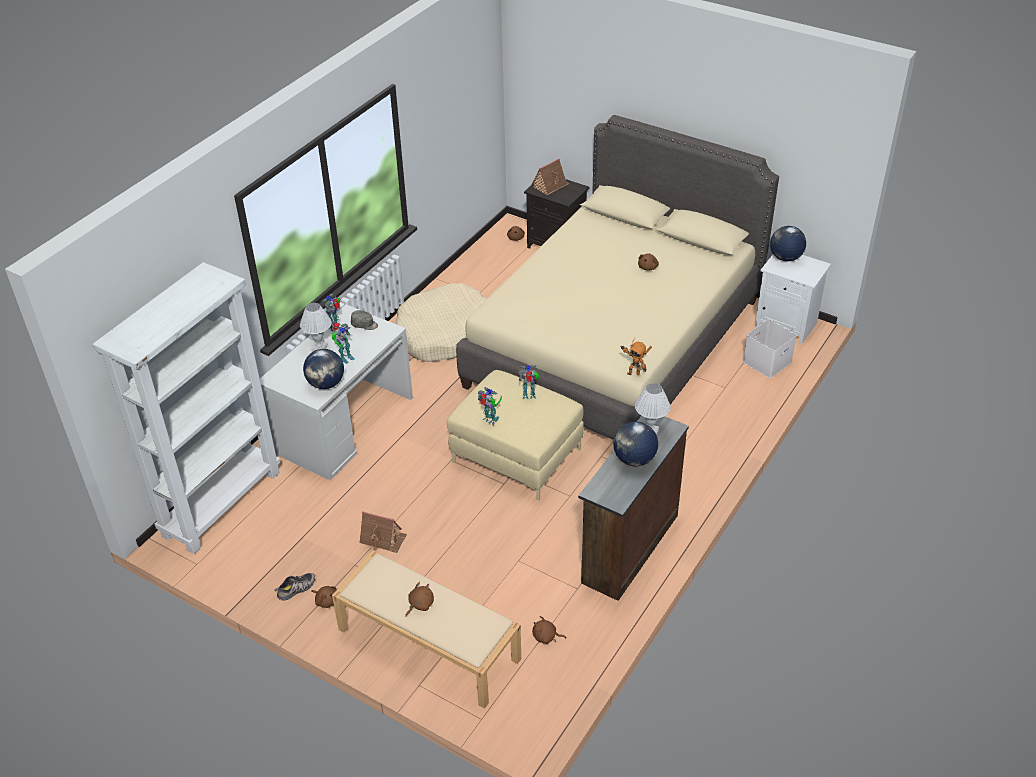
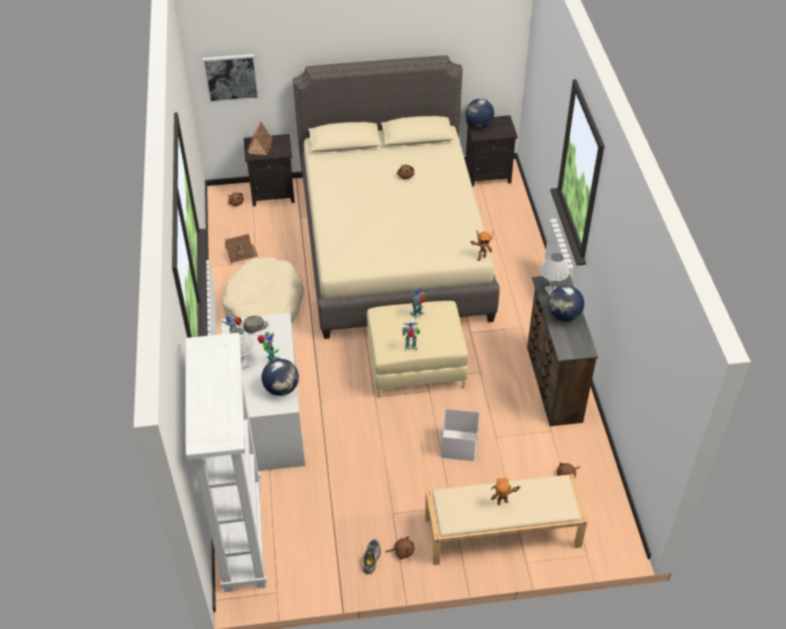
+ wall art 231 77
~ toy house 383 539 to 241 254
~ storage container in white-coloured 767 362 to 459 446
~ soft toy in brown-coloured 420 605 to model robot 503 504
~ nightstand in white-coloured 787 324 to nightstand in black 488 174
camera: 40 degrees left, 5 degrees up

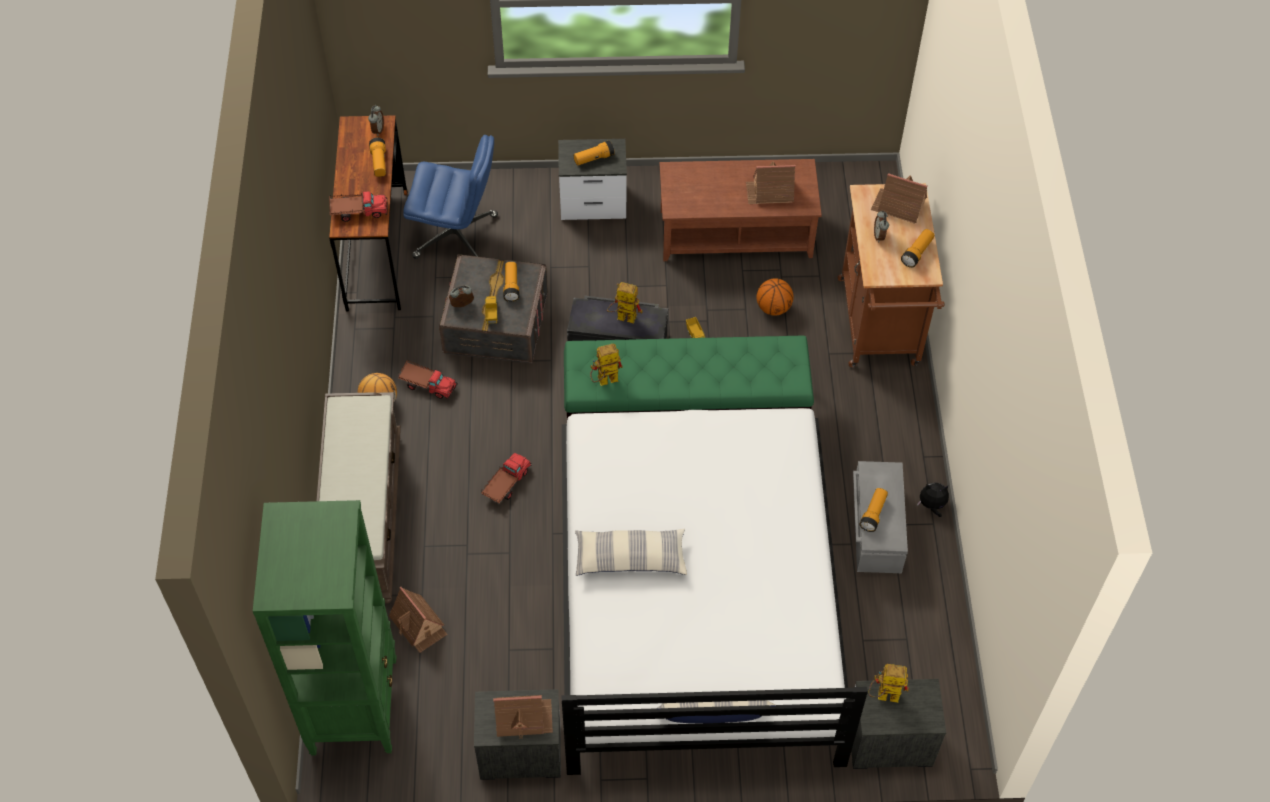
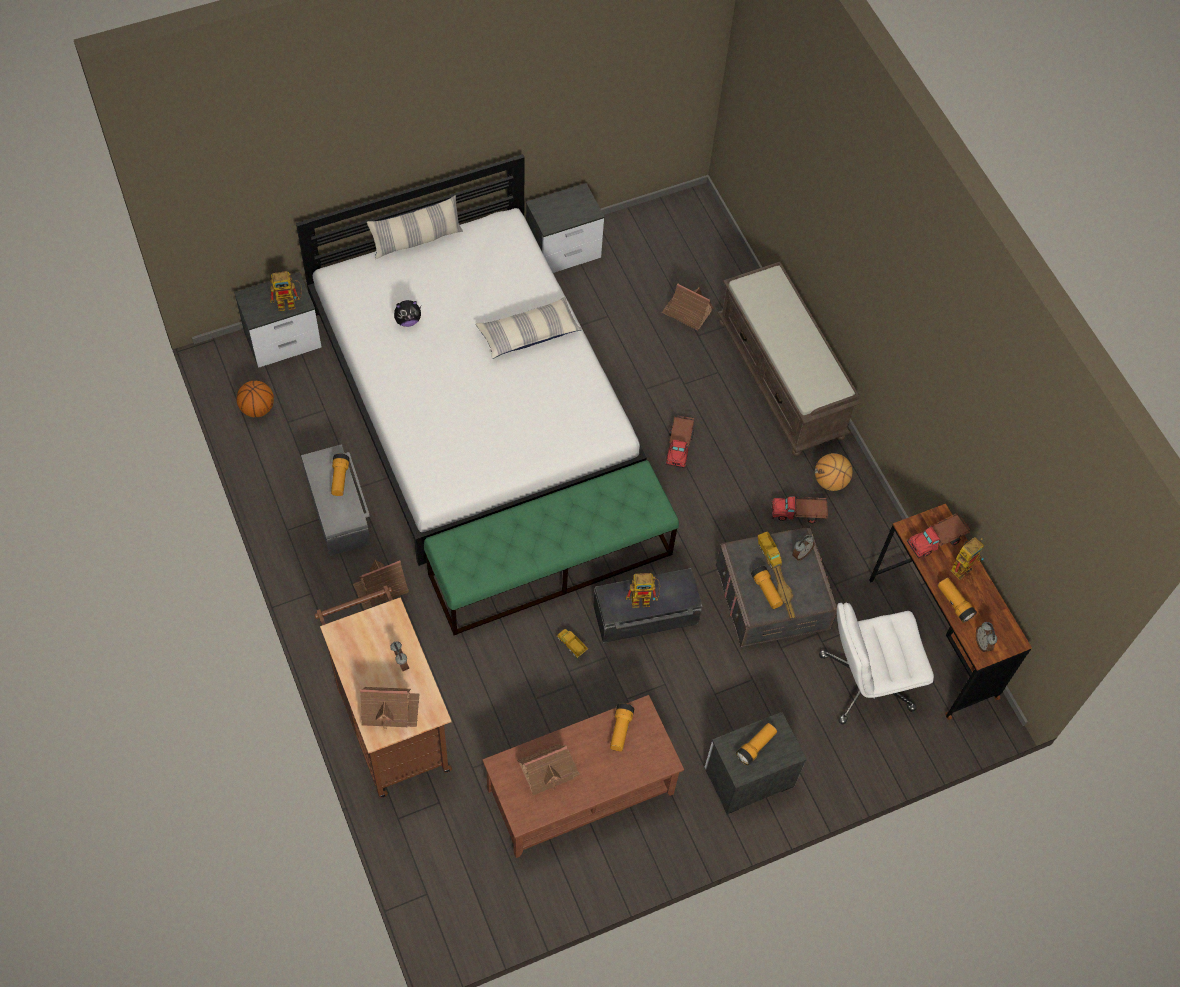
- bookcase in green-coloured 354 705
~ toy house 523 717 to 381 587
~ model robot 604 381 to 963 565
~ ball for basketball 773 308 to 257 408
~ flashlight 917 253 to 620 730
~ soft toy 932 506 to 407 320
~ office chair in bluish 457 236 to office chair in white-coloured 865 682
camera: 155 degrees right, 5 degrees up

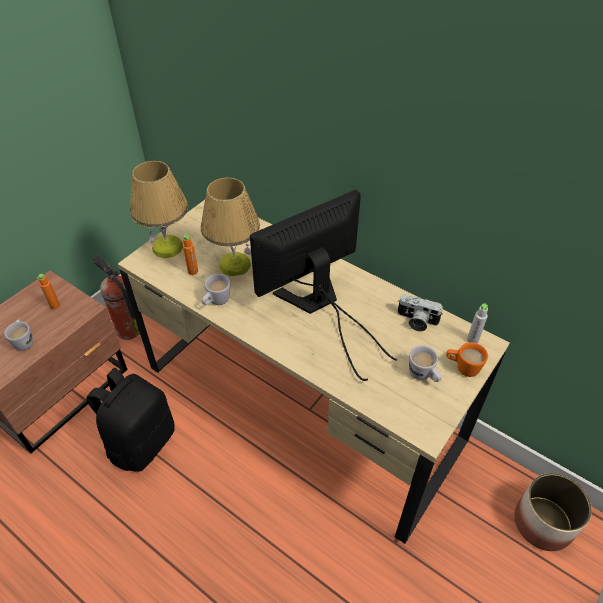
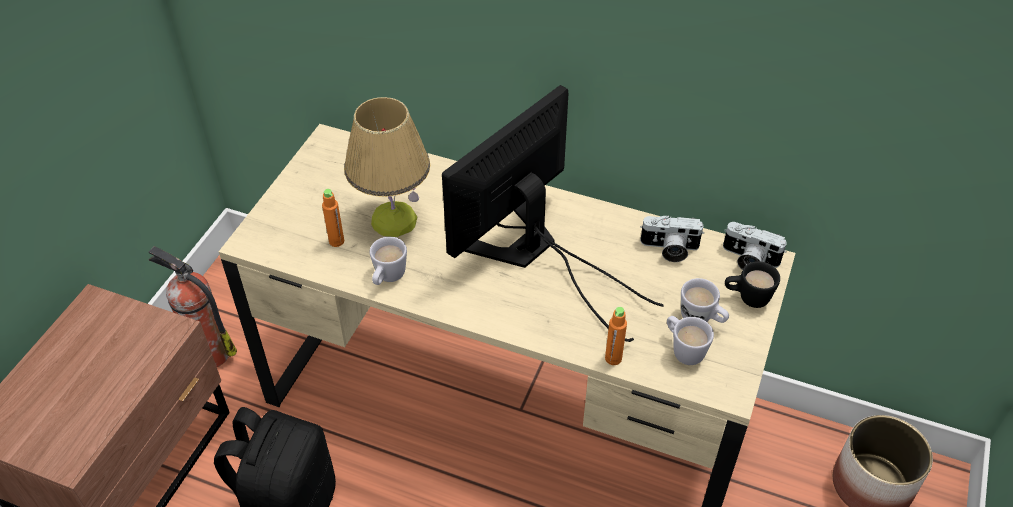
- lamp for a table 168 247
~ mug in white-coloured 24 341 to 683 350
~ bottle in orange-coloured 55 306 to 613 358
~ bottle in greyish 472 340 to photo camera 748 260
~ mug in orange-coloured 462 367 to mug in black 747 298
camera: 15 degrees left, 0 degrees up

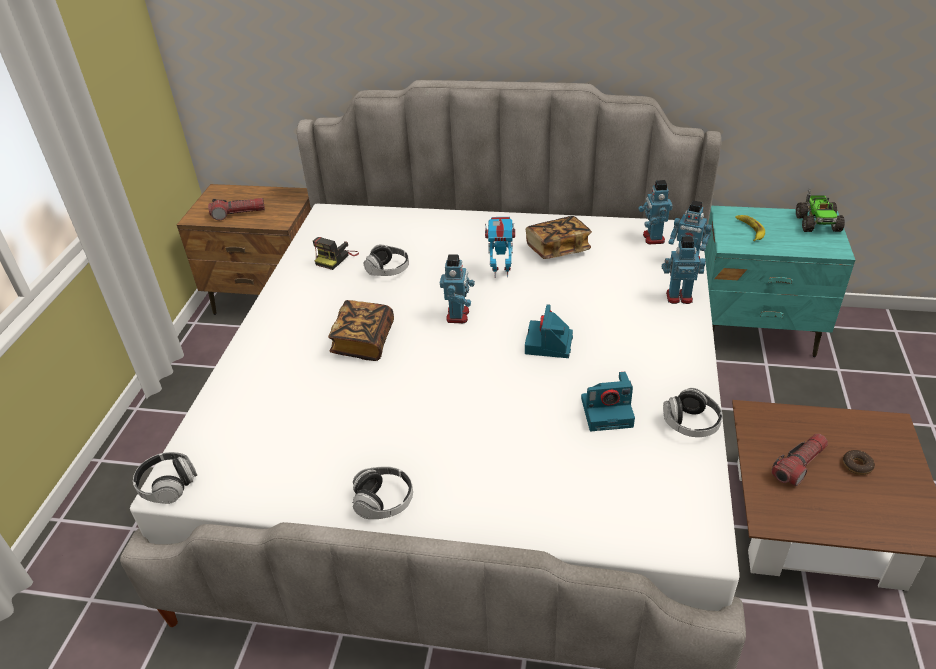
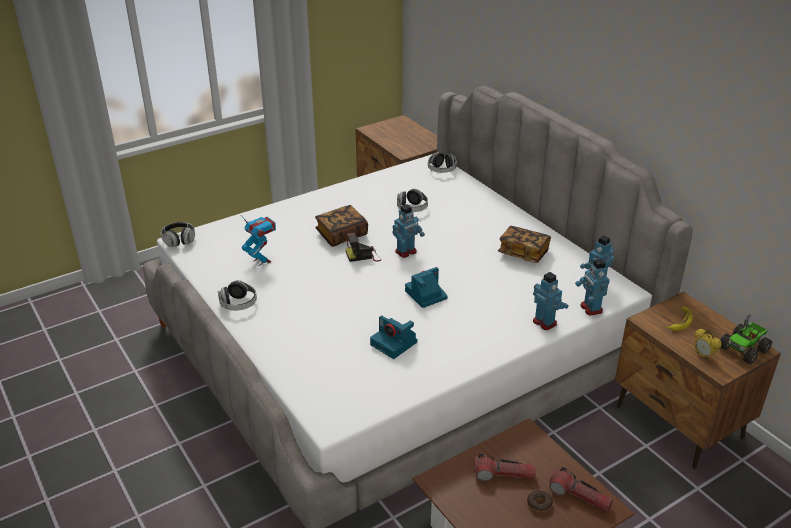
+ table clock 703 355
~ flashlight 238 213 to 579 497
~ photo camera 336 258 to 363 255
~ model robot 501 272 to 261 261
~ pair of headphones 691 424 to 442 170
~ nightstand in turquoise-coloured 756 329 to nightstand in brown-coloured 679 423
camera: 45 degrees right, 5 degrees down

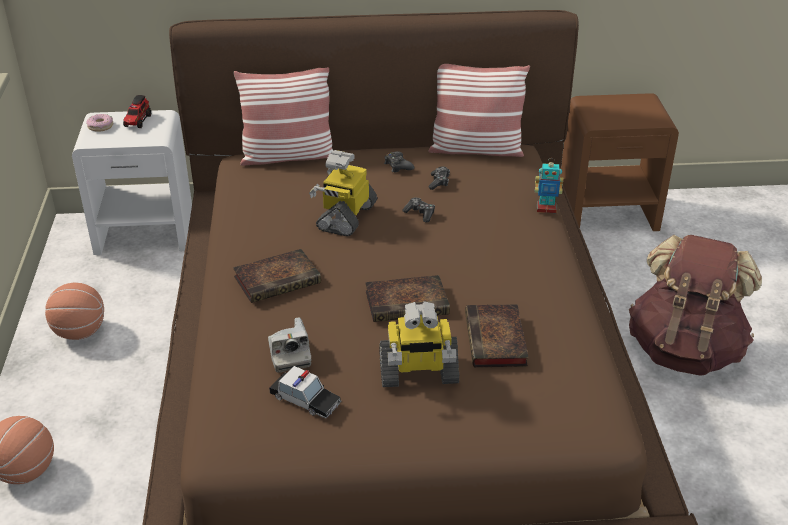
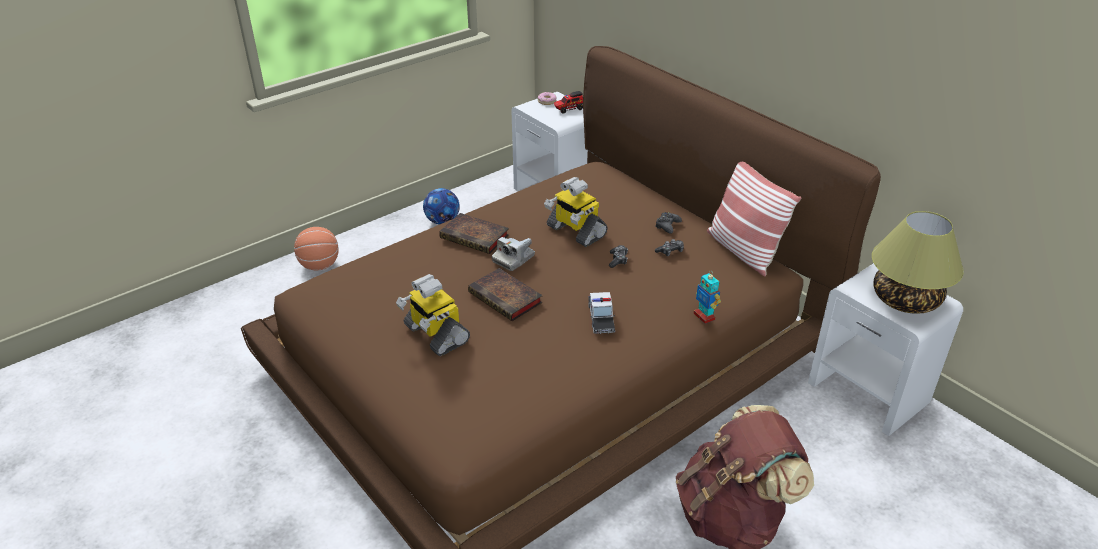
- pillow 288 156
- bound book 496 341
+ lamp for a table 905 300
~ photo camera 289 354 to 513 259
~ miniature car 305 400 to 601 318
~ ball for basketball 79 332 to football 442 221
~ nightstand in brown-coloured 608 213 to nightstand in white-coloured 869 392
~ model robot 346 216 = 575 231 120 degrees counterclockwise
camera: 55 degrees right, 0 degrees up

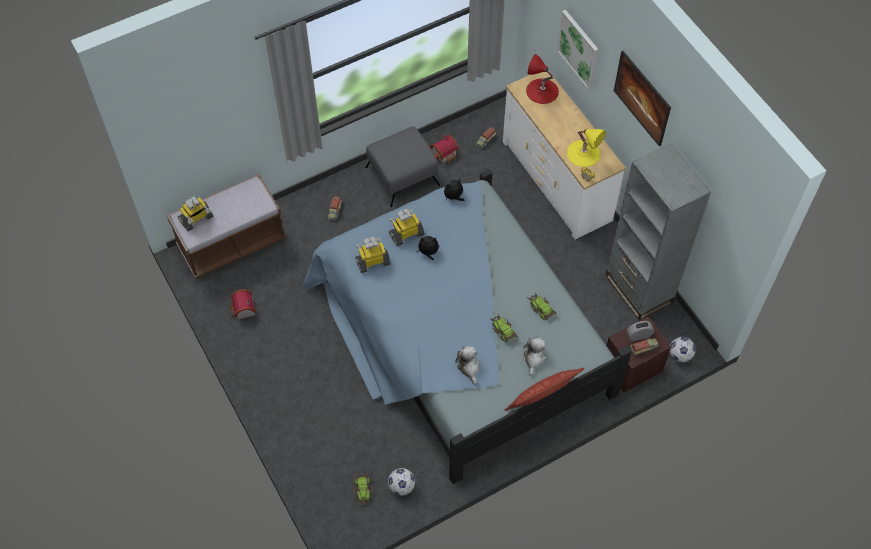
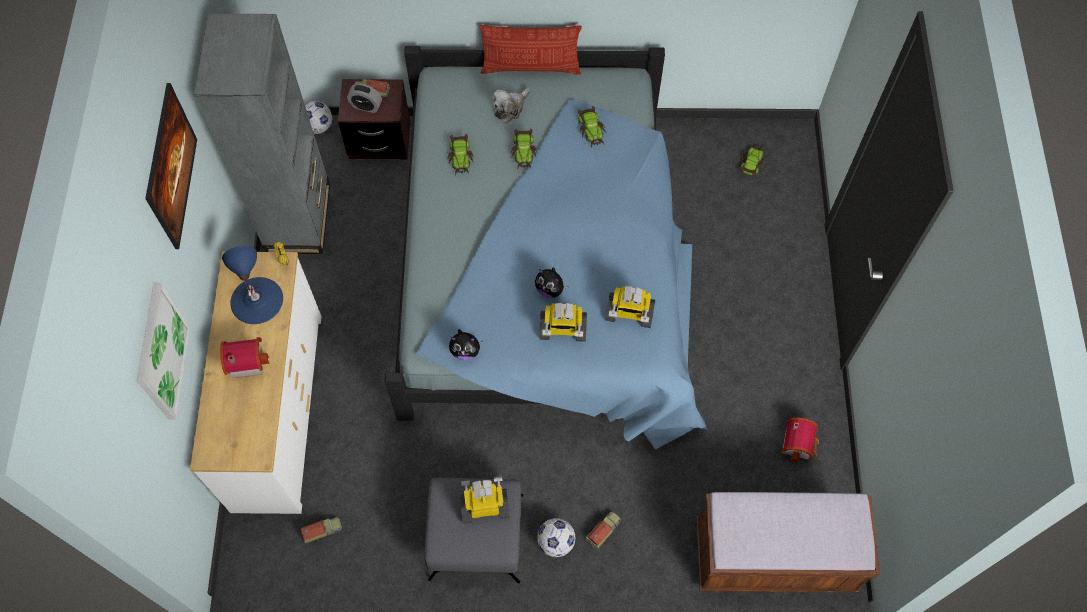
- lamp for a table in red-coloured 542 91
~ model robot 196 219 to 485 506
~ football 402 486 to 555 542
~ toy house 445 154 to 245 360
~ soft toy 468 367 to miniature car 591 129
~ lamp for a table in yellow 583 153 to lamp for a table in bluish 256 300
camera: 150 degrees left, 5 degrees up

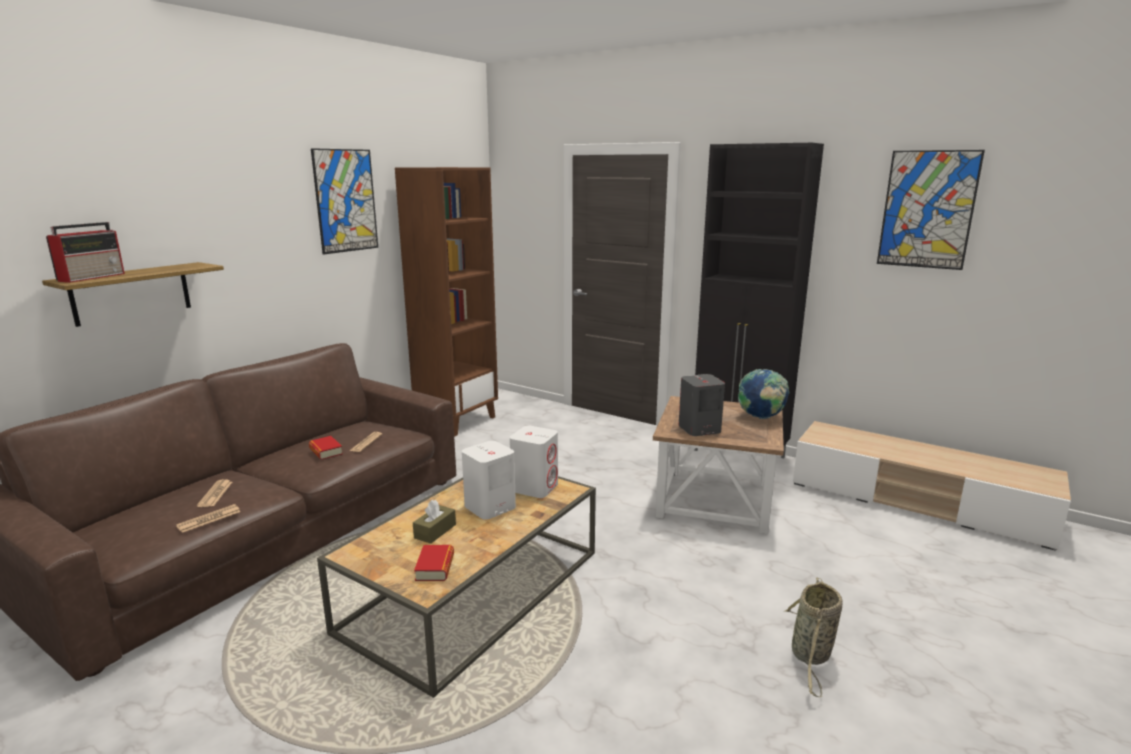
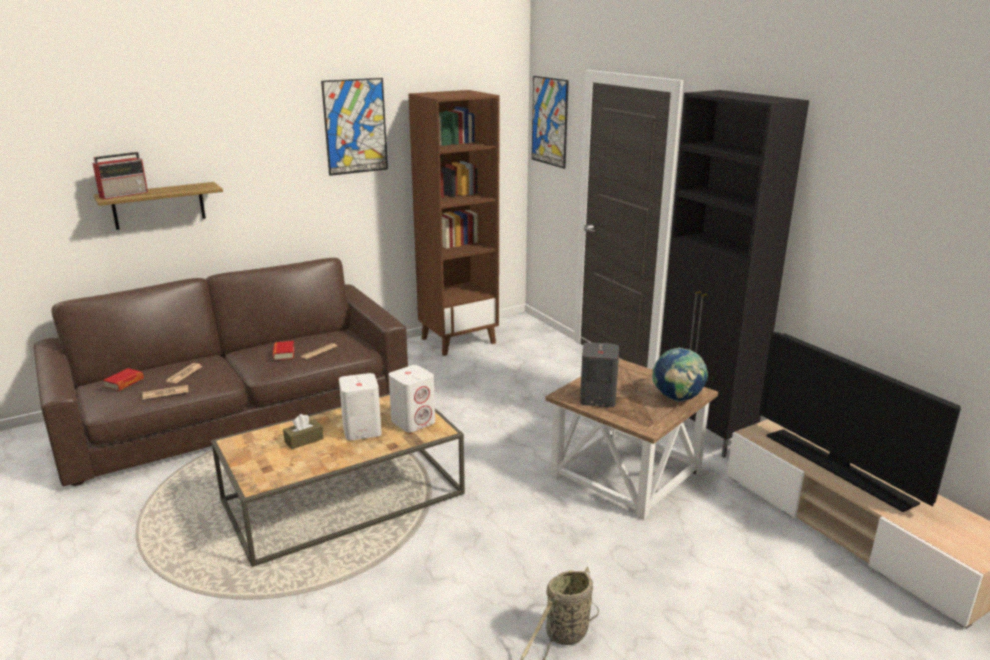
+ television 839 468
~ bound book 435 567 to 124 383
~ wall art 927 210 to 549 121
camera: 25 degrees right, 5 degrees up

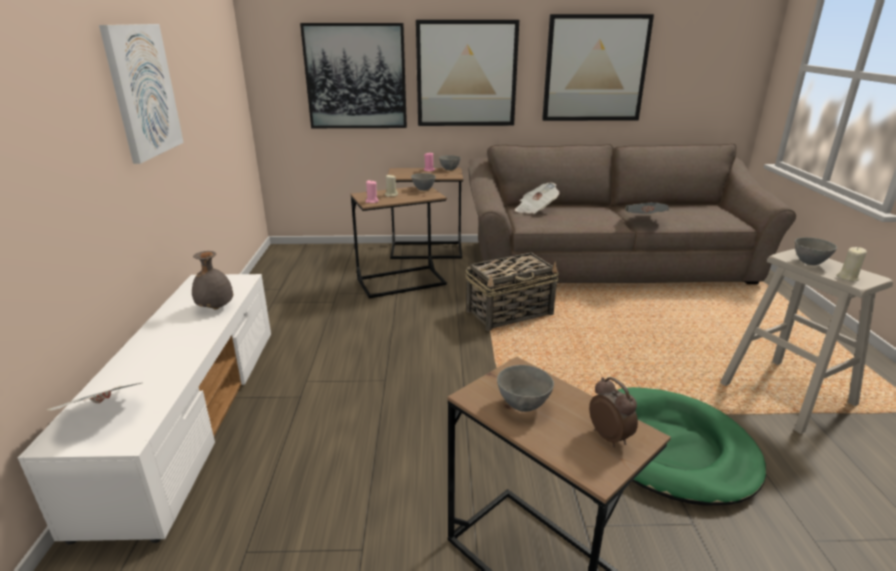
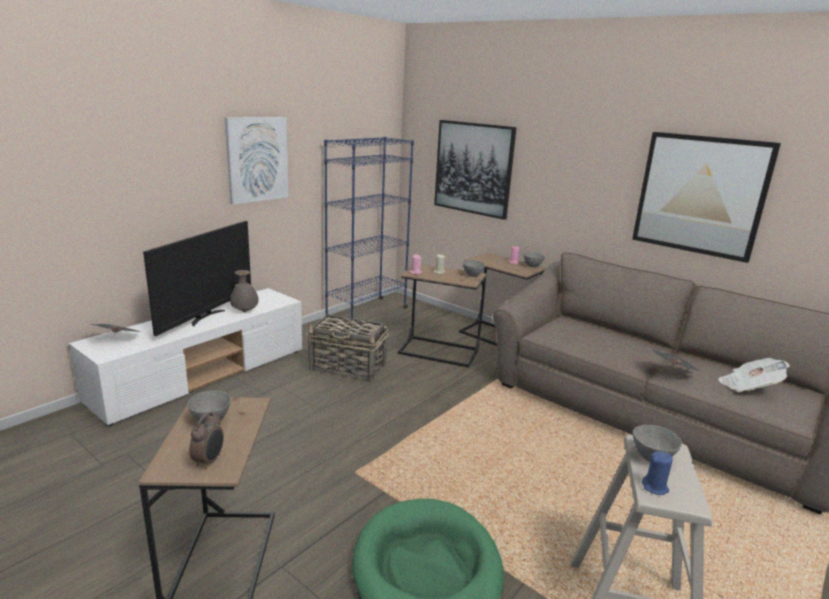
- wall art 466 74
+ television 206 317
+ bookcase in bluish 367 313
~ household basket 510 312 to 348 367
~ daily paper 535 209 to 749 387
~ wax candle in beige-coloured 847 277 to wax candle in bluish 655 487
camera: 40 degrees right, 5 degrees down

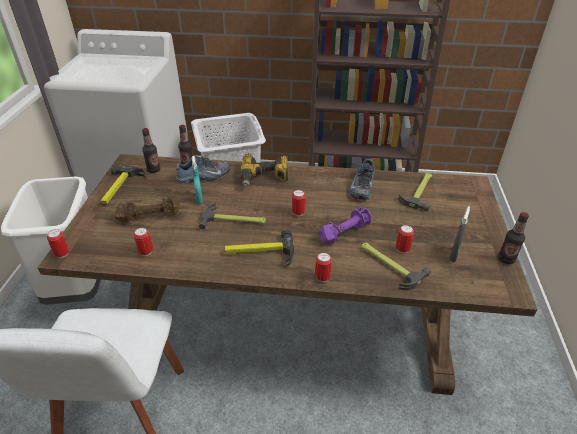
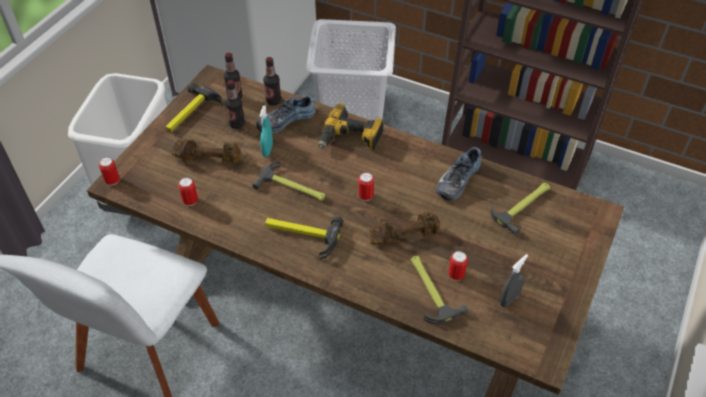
- sealed can 322 277
~ bottle 506 259 to 237 124
~ hand weight in purple 344 232 to hand weight in brown-coloured 403 235
~ shoe 204 176 = 285 120 150 degrees clockwise
camera: 20 degrees right, 10 degrees up

